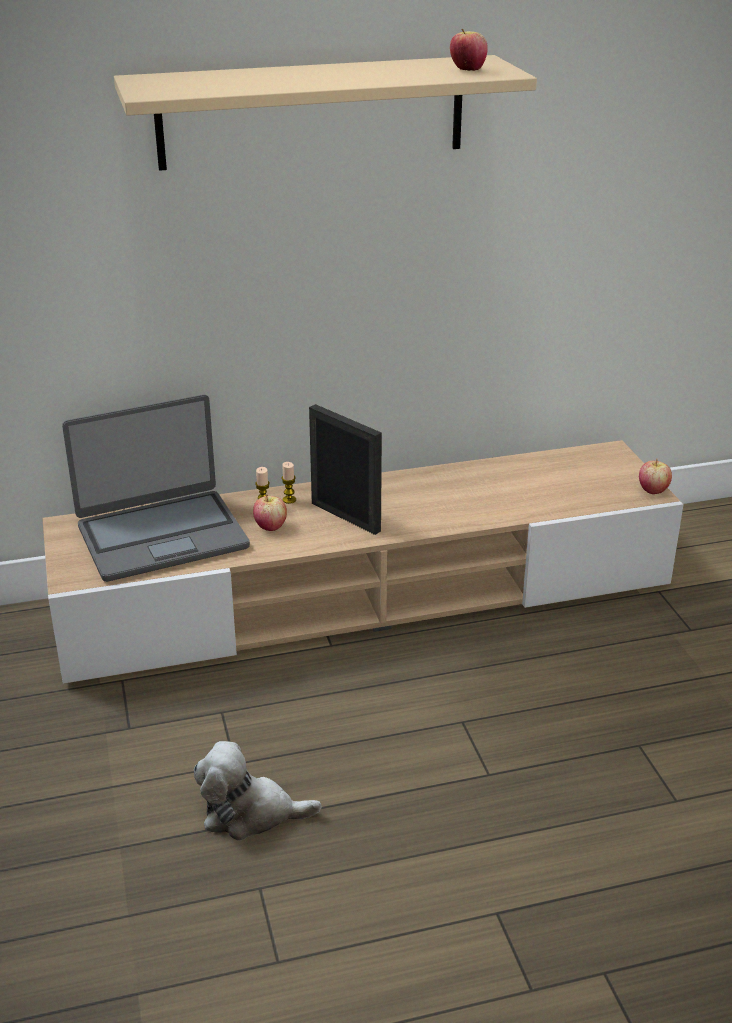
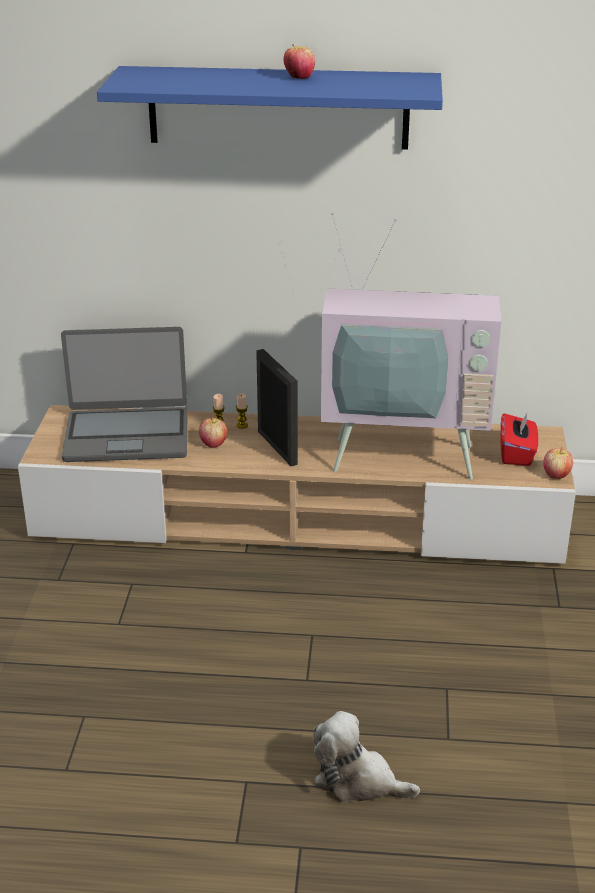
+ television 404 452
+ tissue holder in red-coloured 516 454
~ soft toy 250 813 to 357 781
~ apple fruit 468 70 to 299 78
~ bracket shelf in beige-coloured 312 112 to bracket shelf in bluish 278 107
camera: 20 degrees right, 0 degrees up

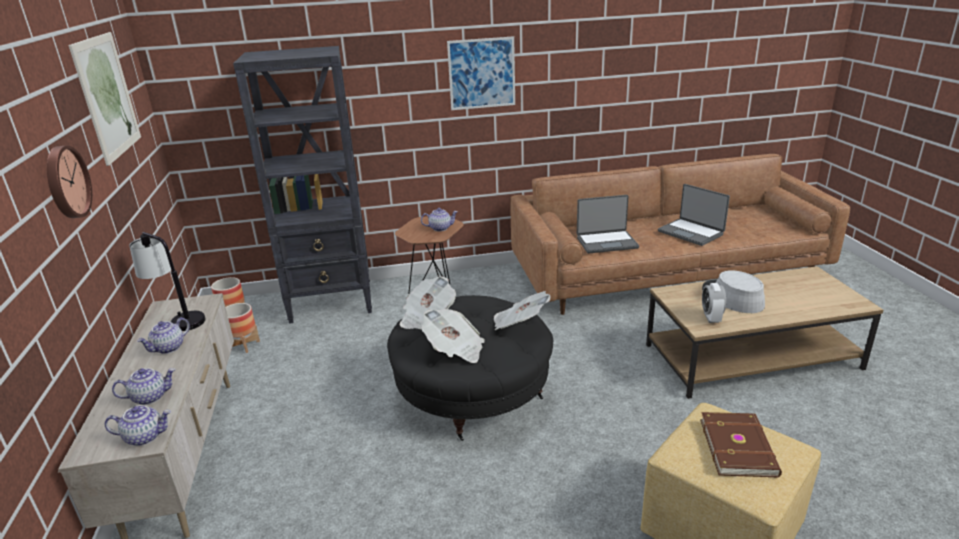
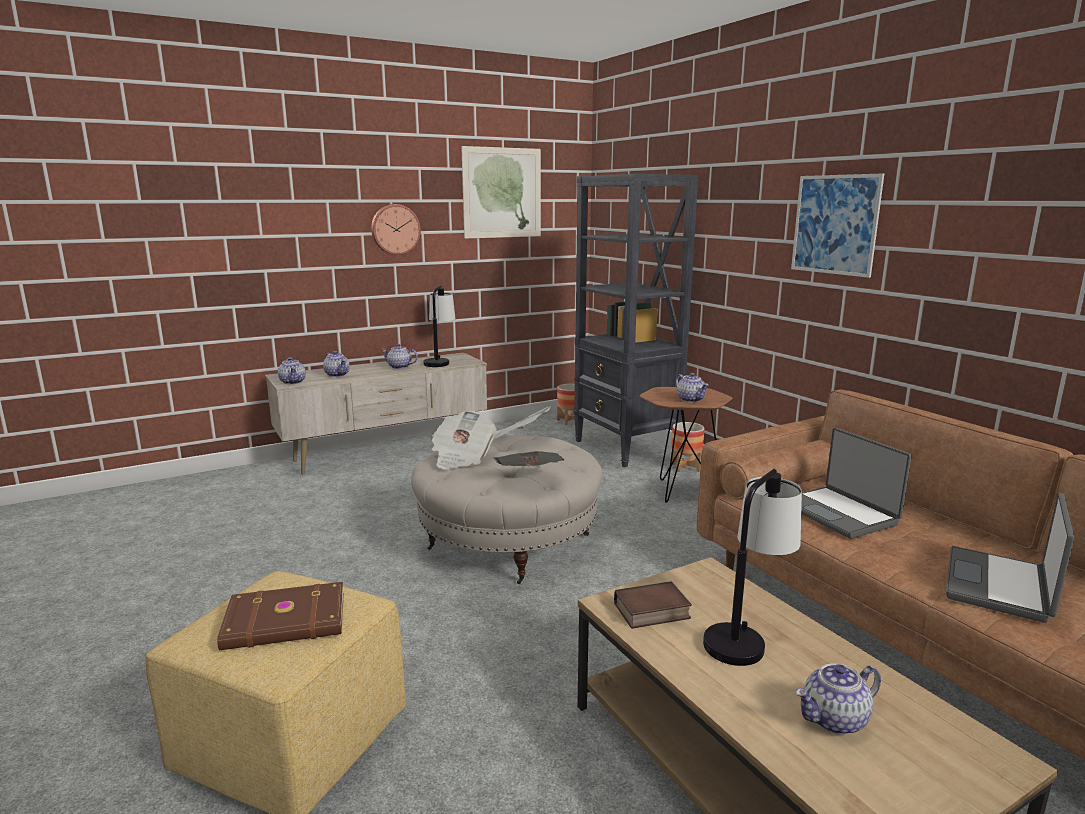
+ teapot 834 720
~ plant pot 244 345 to 685 467
~ wearable hat in greyish 732 297 to lamp for a table 746 634
~ table clock 711 317 to bound book 651 612
~ footrest in black 473 394 to footrest in beige-coloured 508 542
camera: 70 degrees right, 10 degrees down

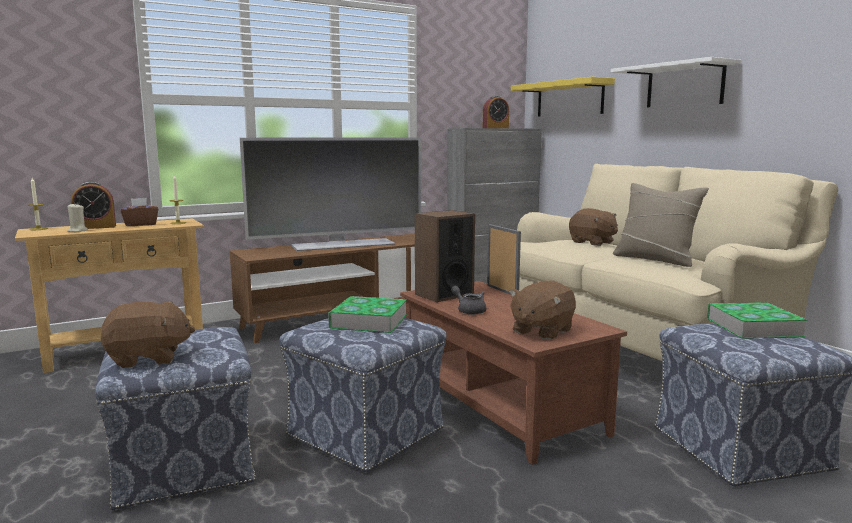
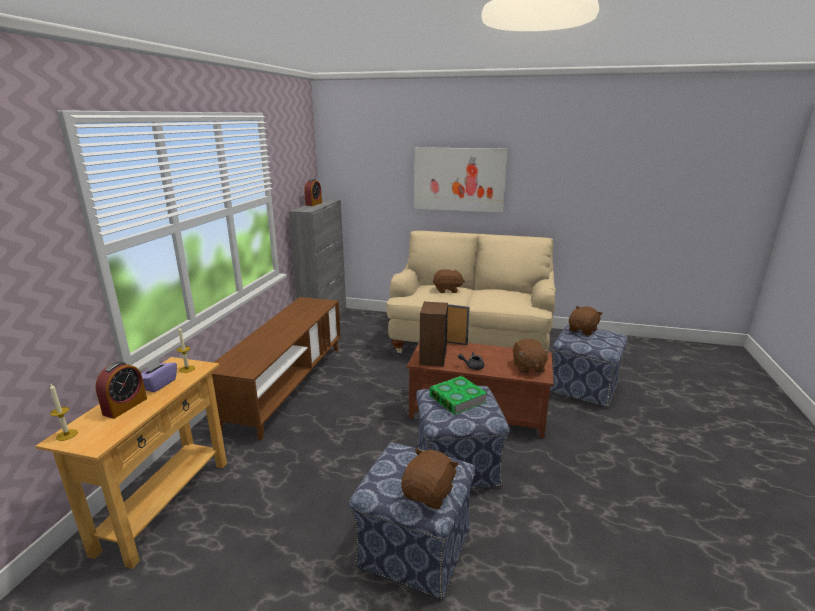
- wax candle in beige-coloured 77 231
- television 342 244
- bracket shelf in yellow 569 99
- pillow in beige-coloured 655 259
~ bracket shelf in white-coloured 684 85 to wall art 459 179
~ bound book 753 327 to soft toy in brown-coloured 583 330
~ tissue holder in brown-coloured 141 224 to tissue holder in purple 158 384
camera: 45 degrees left, 10 degrees up

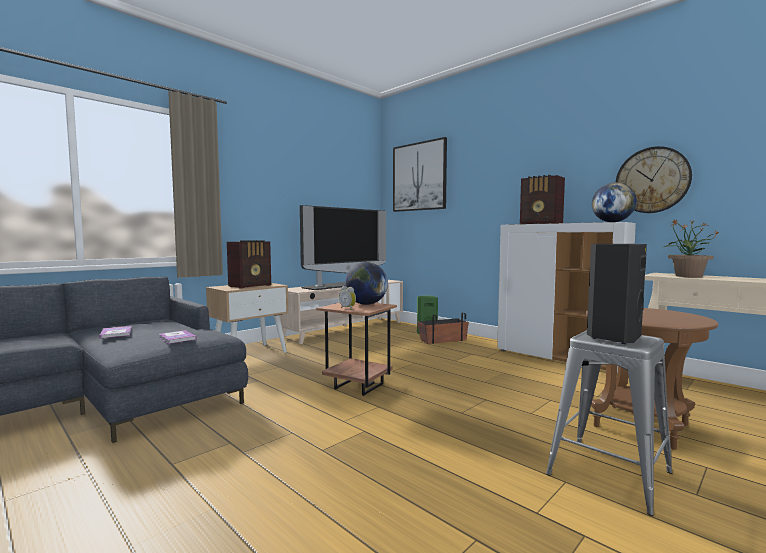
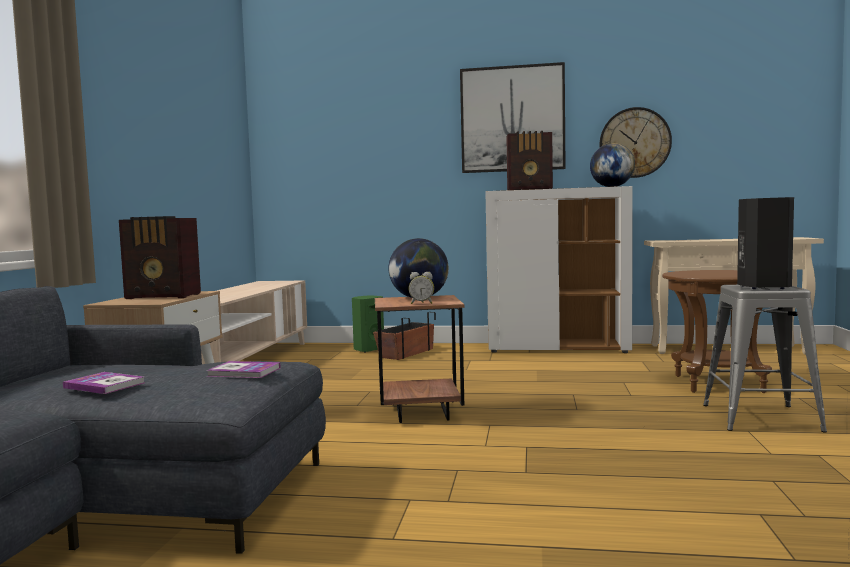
- television 340 285
- potted plant 687 276
~ wall art 419 176 to 512 119
~ radio set 251 286 = 164 296 90 degrees clockwise
camera: 35 degrees left, 0 degrees up

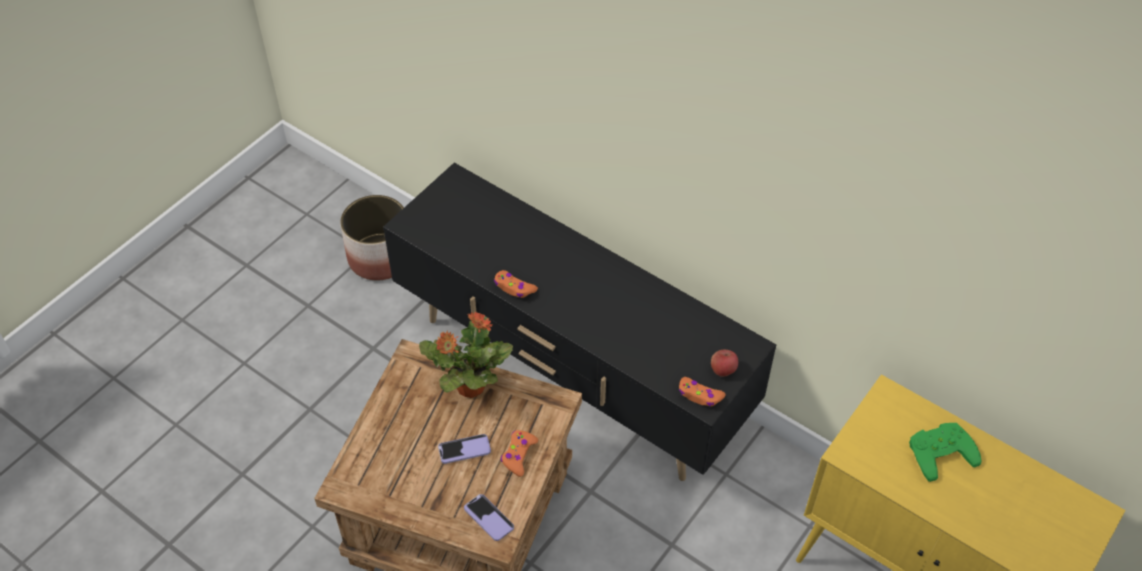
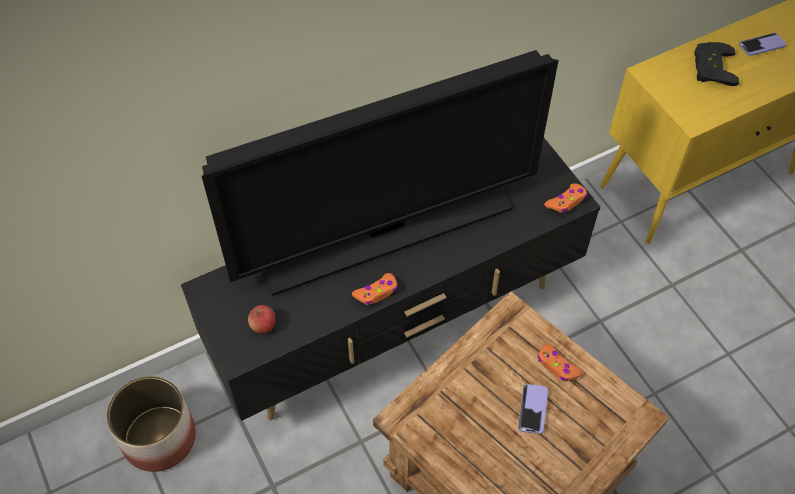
- potted plant 469 386
+ television 387 233
~ phone 489 518 to 761 45
~ apple fruit 723 370 to 263 325
~ game controller in green-coloured 939 450 to game controller in black 710 67
camera: 65 degrees left, 5 degrees up

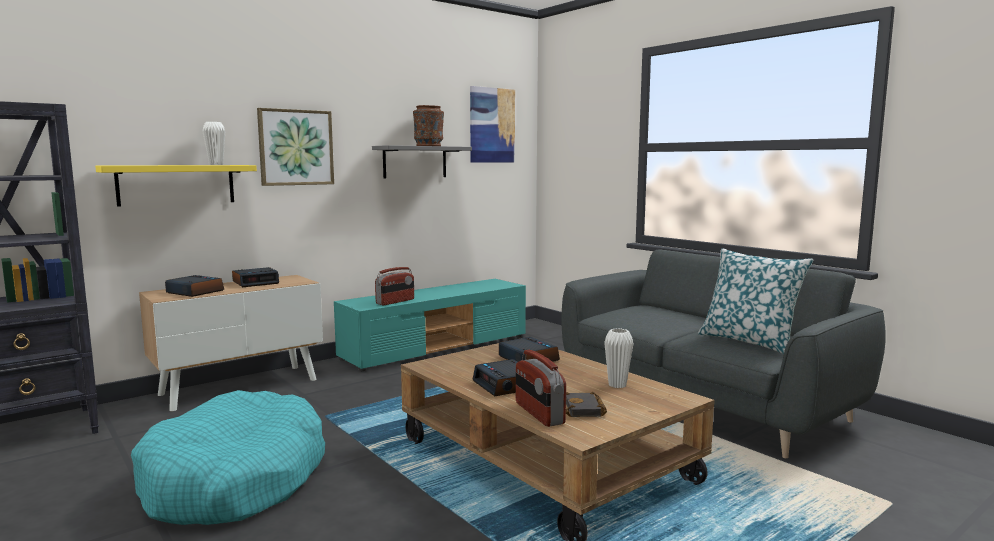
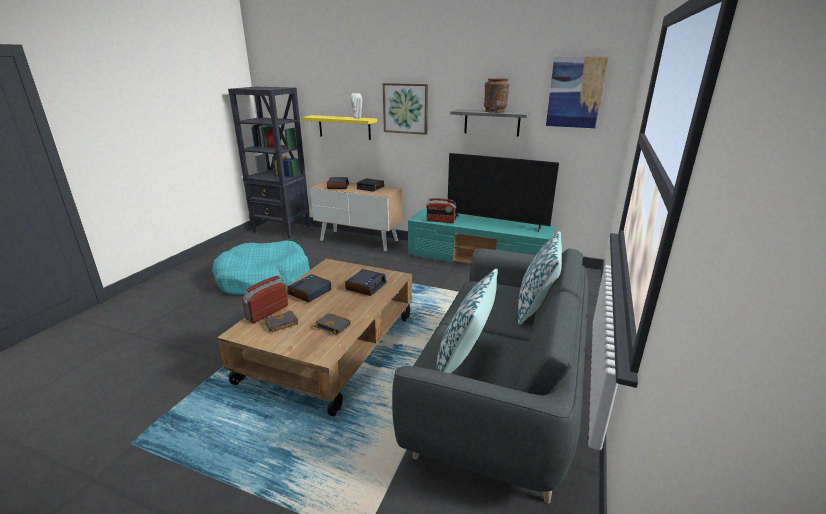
+ television 496 223
+ pillow 535 307
~ flower vase in white-coloured 617 385 to bound book in black 334 326
camera: 60 degrees right, 15 degrees up

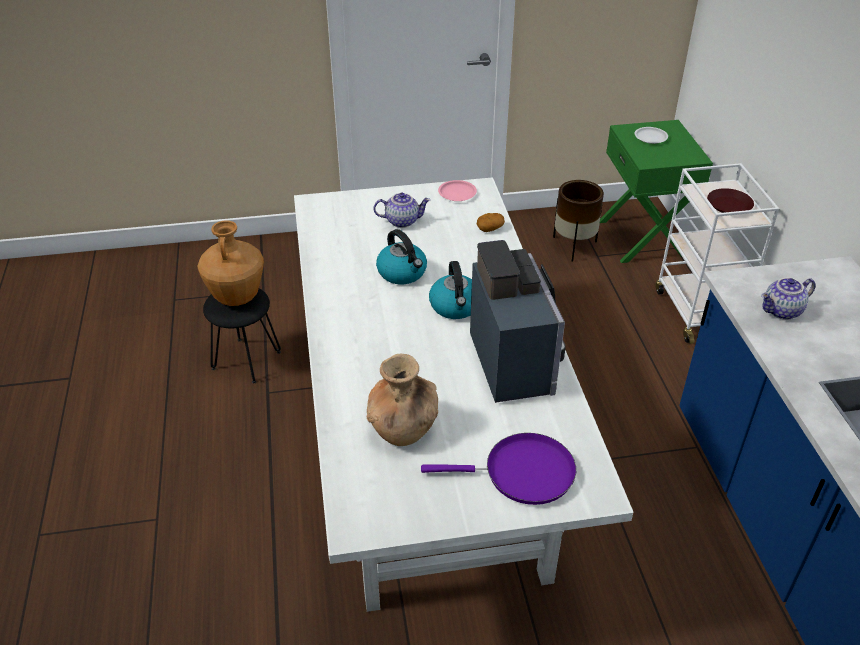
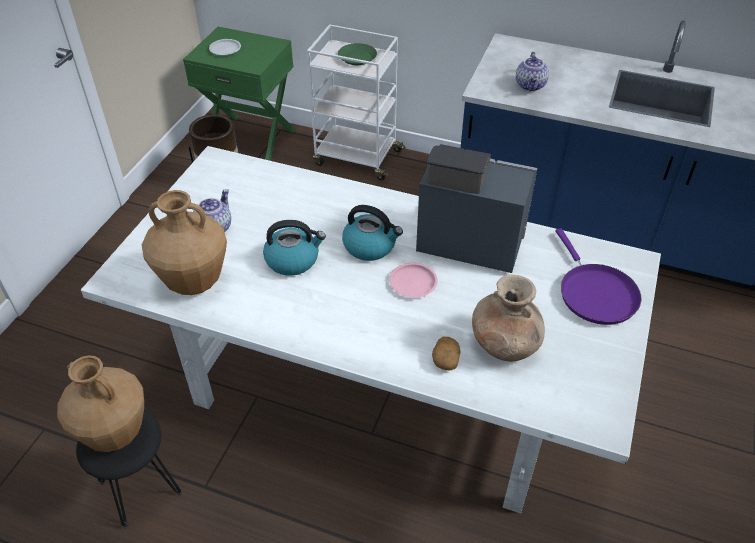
+ flower vase in brown-coloured 195 282
~ flat dish in pink-coloured 457 193 to 412 282
~ whole potato 490 228 to 445 359
~ flat dish in brown-coloured 728 205 to flat dish in green-coloured 357 58
~ pan in purple 522 473 = 595 293 135 degrees clockwise
camera: 60 degrees left, 5 degrees up

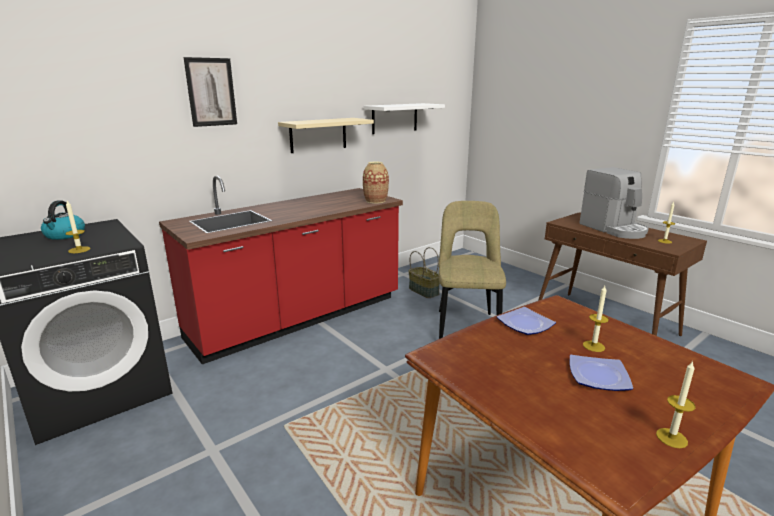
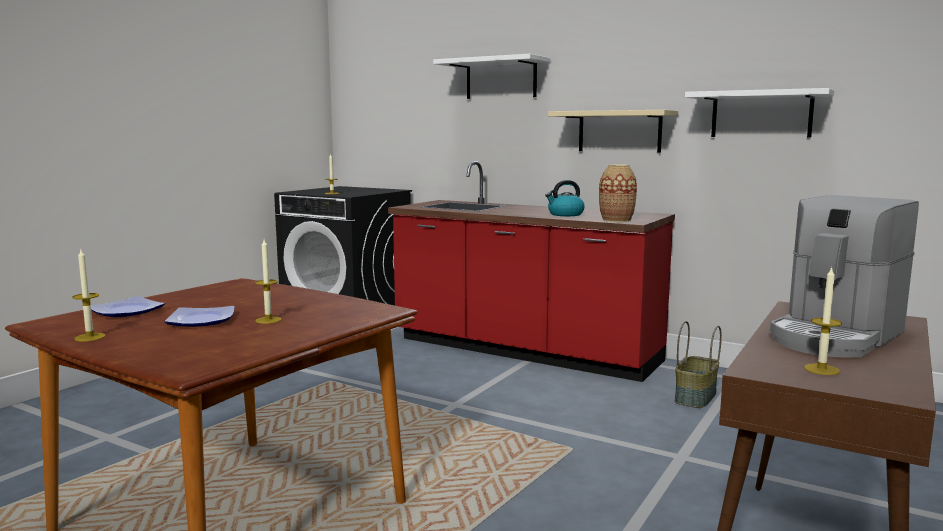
- plain chair in beige-coloured 466 326
~ tea kettle 65 235 to 565 214
~ flat dish 525 325 to 125 311
~ wall art 211 92 to bracket shelf in white-coloured 501 79
camera: 70 degrees right, 10 degrees down

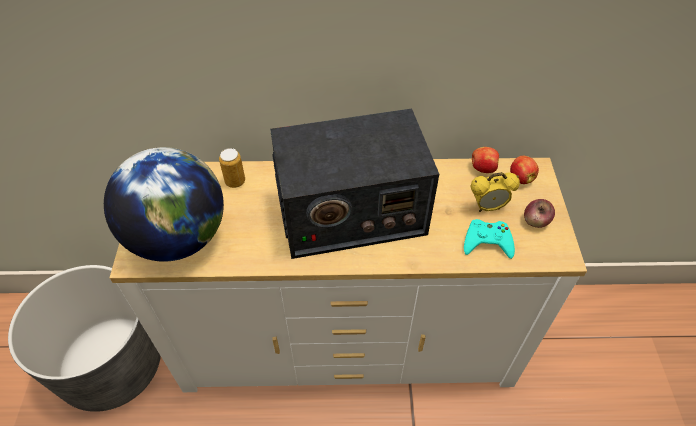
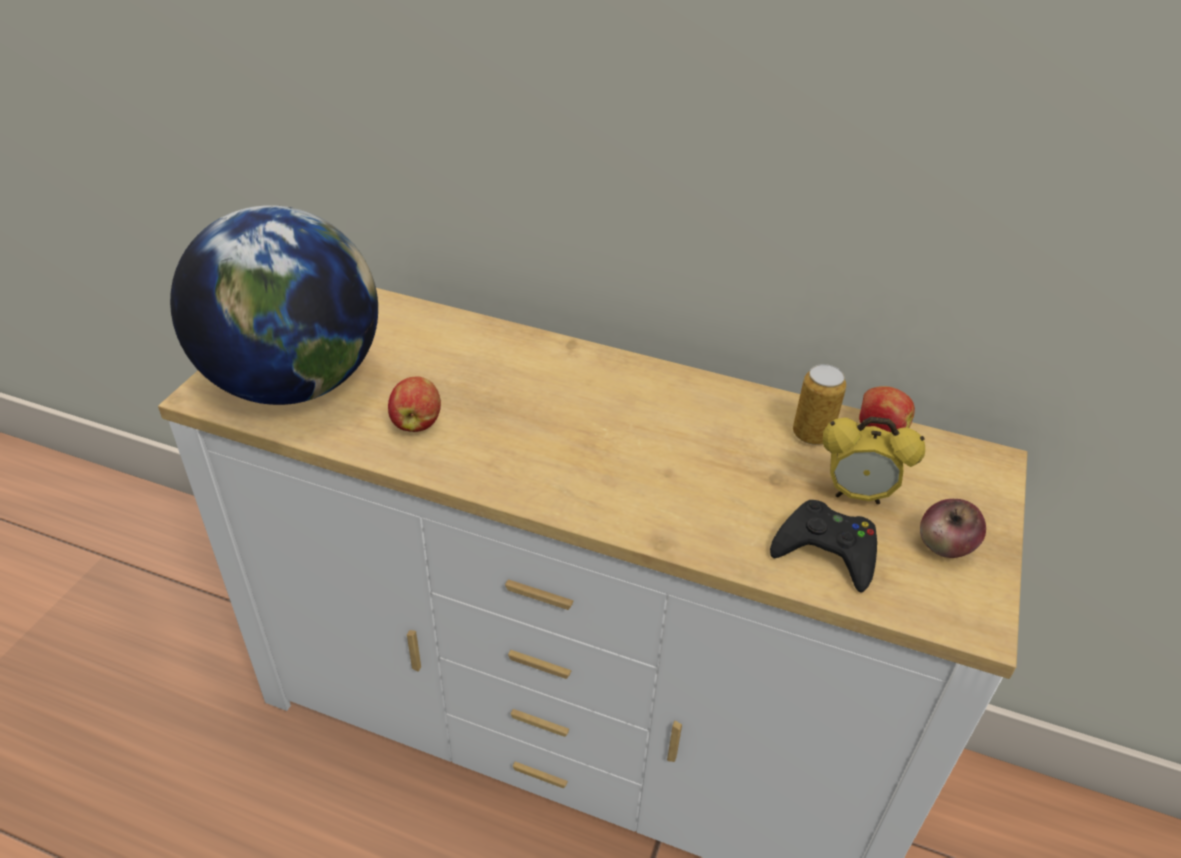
- plant pot in greyish 112 365
- radio set 350 213
~ sealed can 235 181 to 812 434
~ apple fruit 520 178 to 417 422
~ game controller in turquoise-coloured 487 242 to game controller in black 826 551
camera: 20 degrees right, 10 degrees down

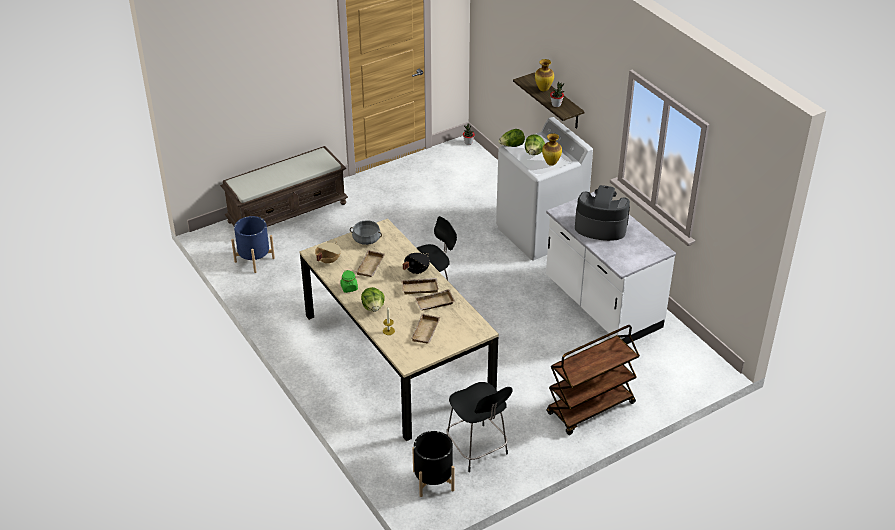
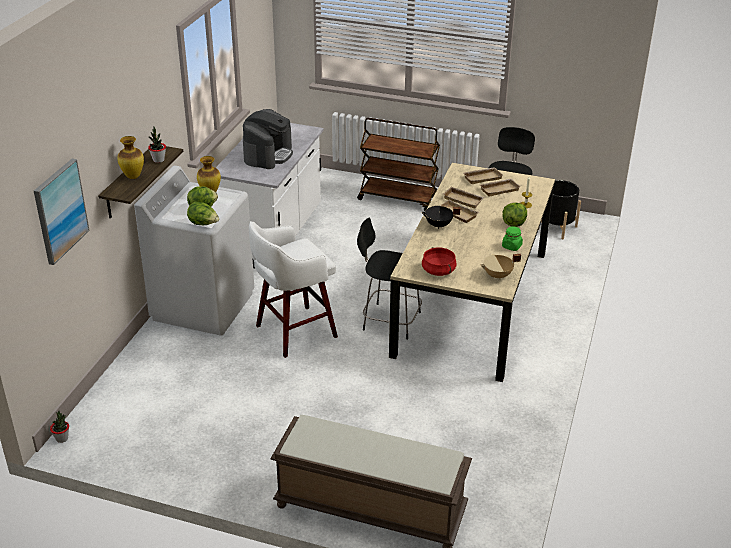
- plant pot in bluish 254 260
+ wall art 60 211
+ stool in white-coloured 293 332
~ carrying tray in beige-coloured 371 267 to 482 177
~ stockpot in greyish 366 240 to stockpot in red-coloured 439 270
~ coffee brewer 600 226 = 268 155 135 degrees counterclockwise
camera: 130 degrees left, 5 degrees down

